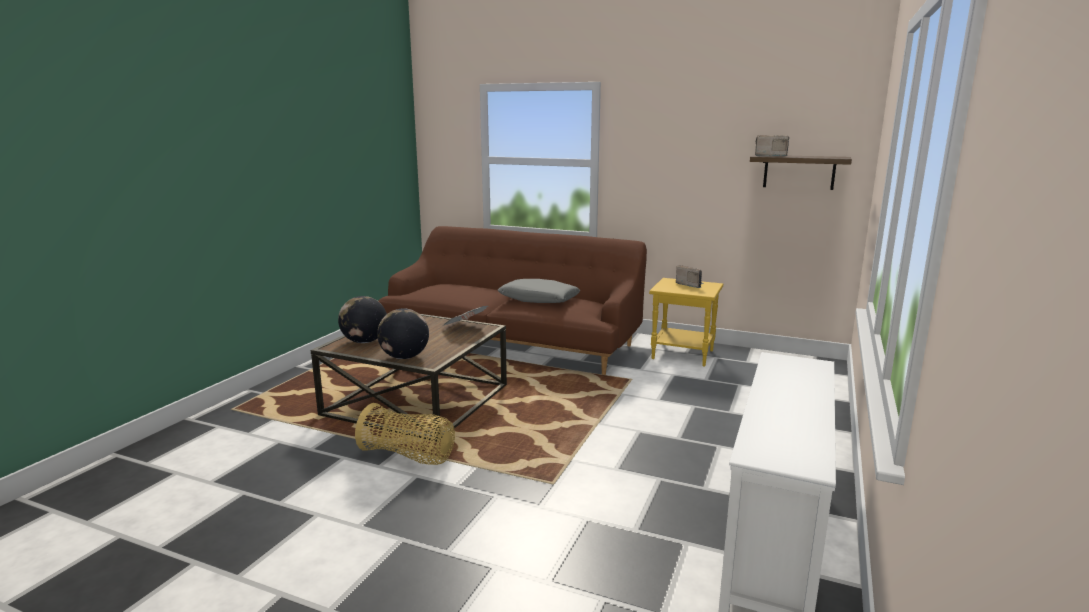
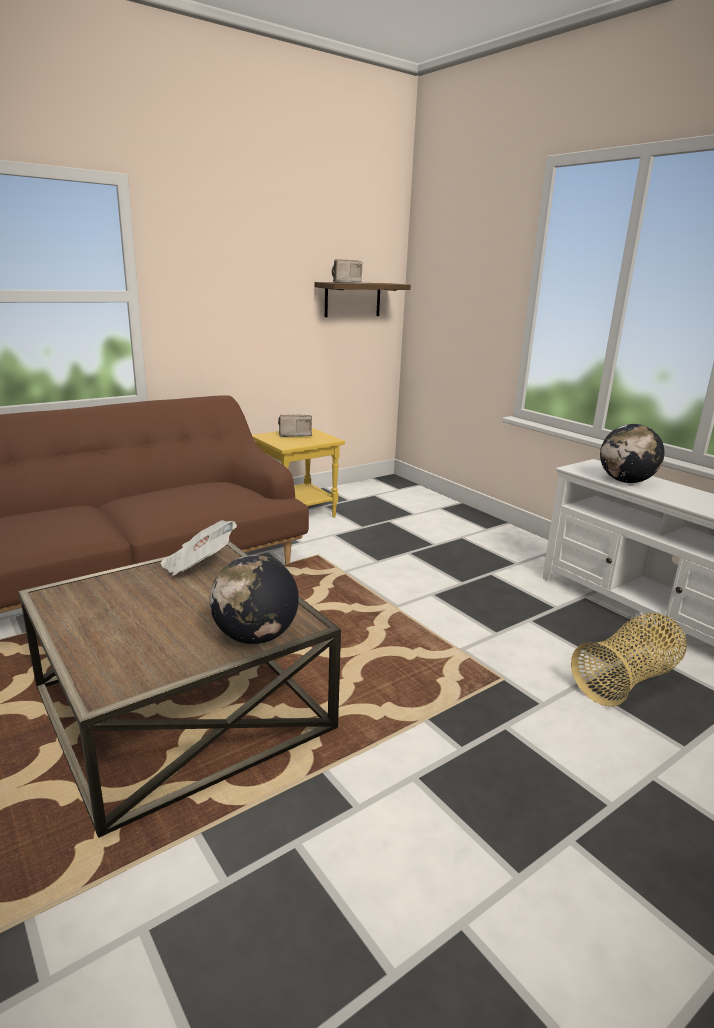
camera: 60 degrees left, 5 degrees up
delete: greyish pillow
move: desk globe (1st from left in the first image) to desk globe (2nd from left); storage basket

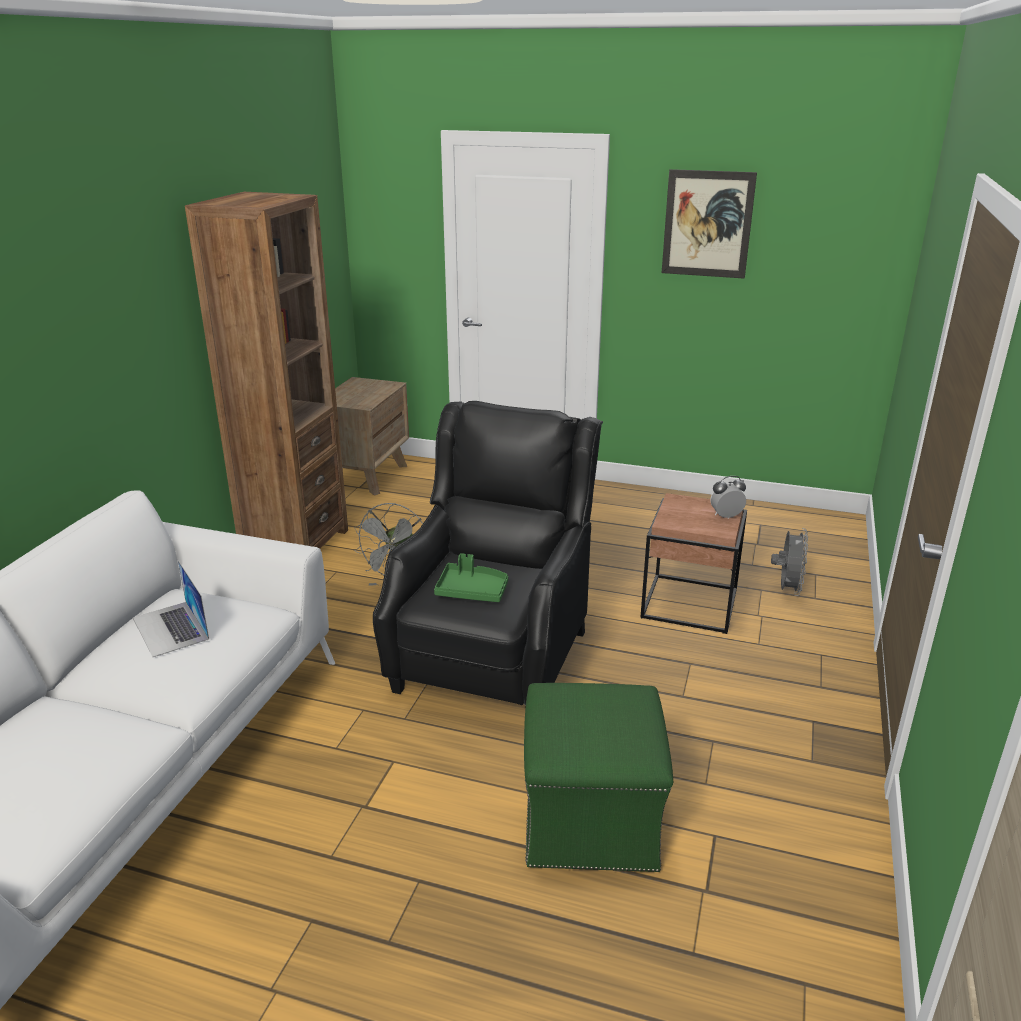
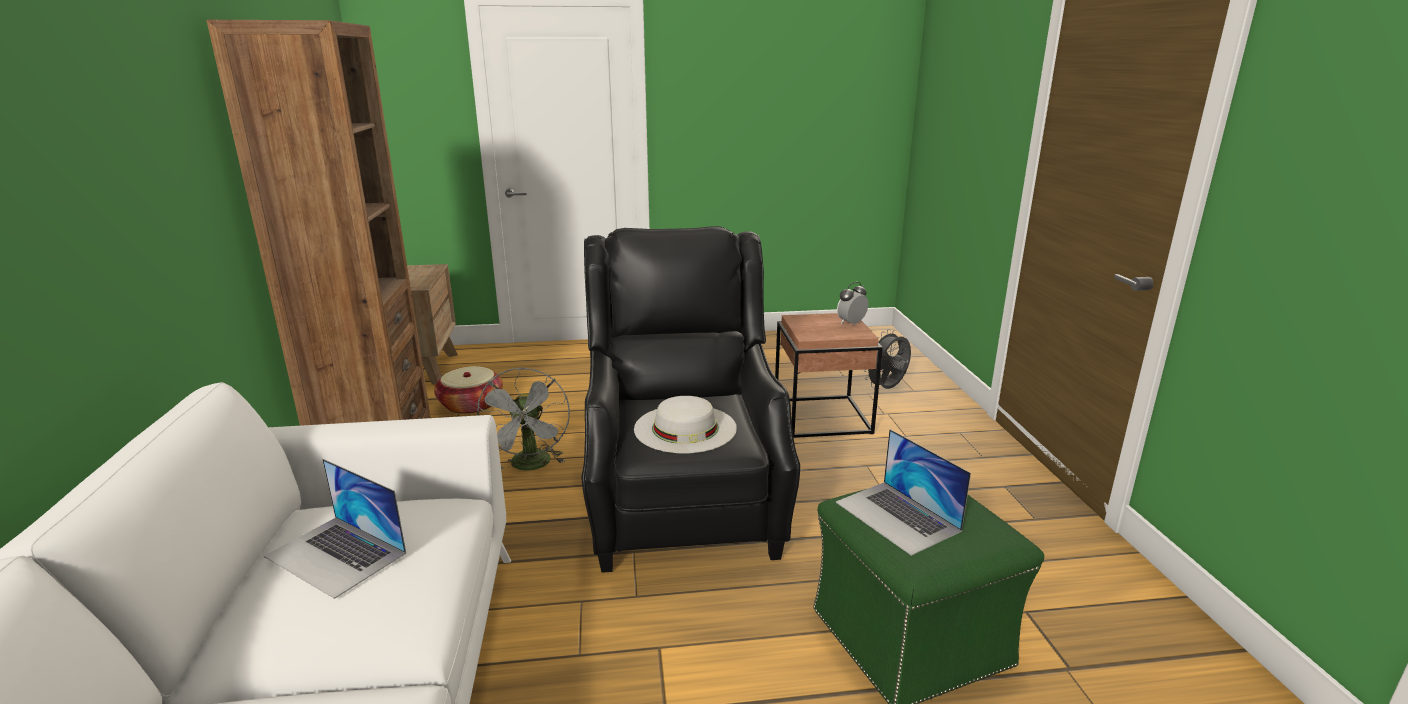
camera: 25 degrees left, 5 degrees down
delete: wall art
insert: storage basket; portable computer (2nd from left)
replace: green-coloured serving tray to white-coloured hat
rotate: greyish cooling fan (2nd from left) 120 degrees counterclockwise

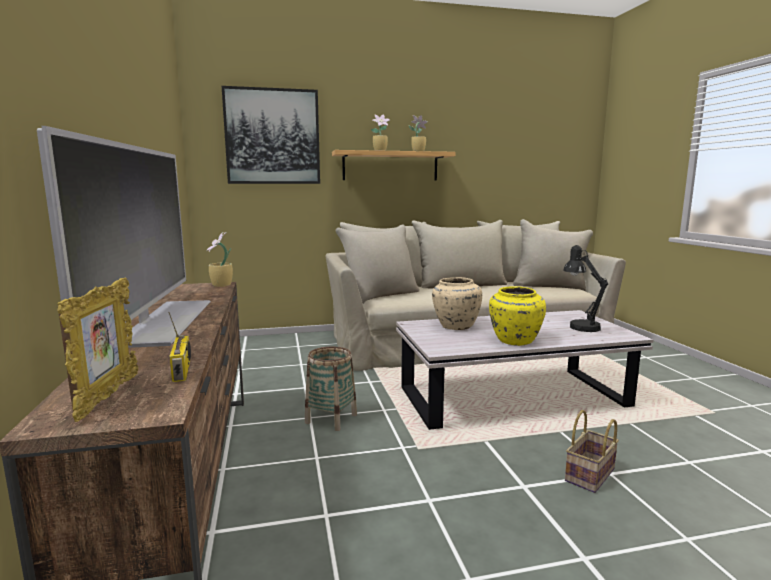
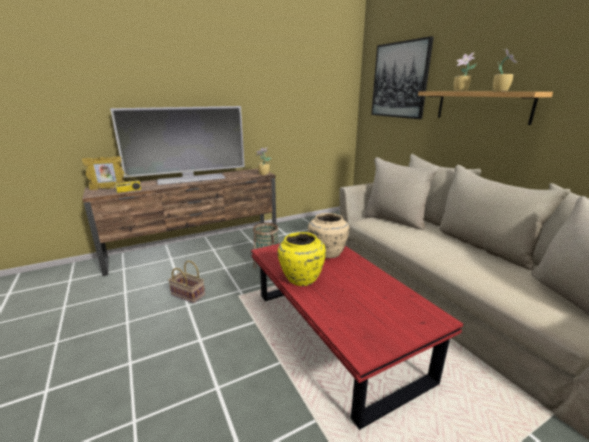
camera: 75 degrees right, 10 degrees up
delete: black-coloured lamp for a table
move: storage basket (2nd from left in the first image) to storage basket (1st from left)
recolor: white-coloured low table to red-coloured low table

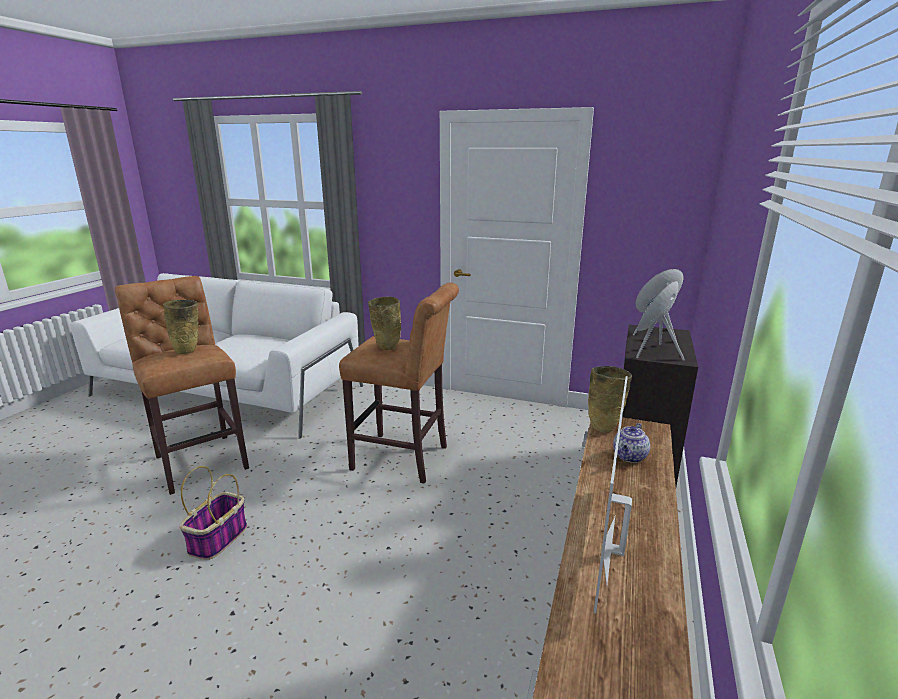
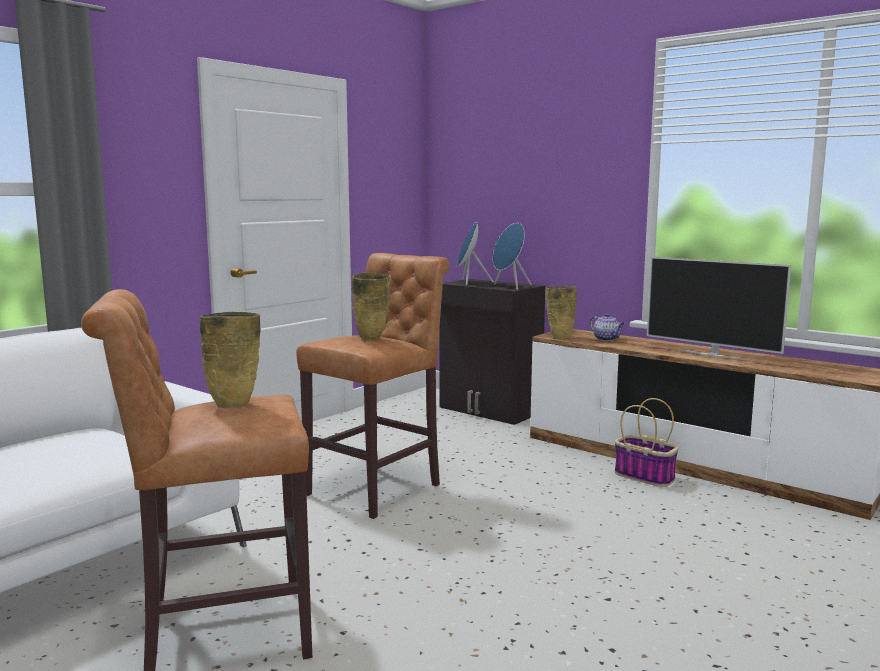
camera: 70 degrees left, 10 degrees down
move: storage basket

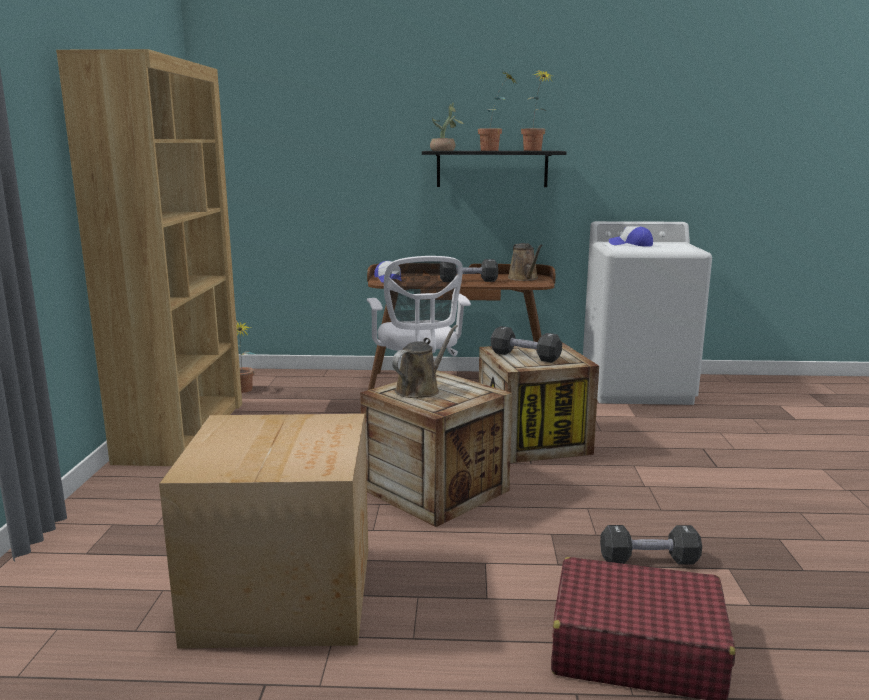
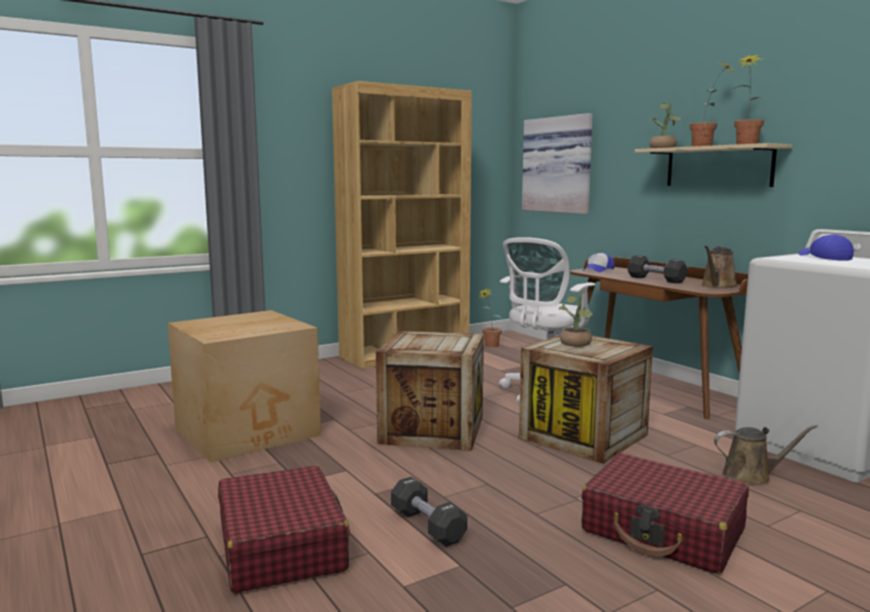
camera: 55 degrees right, 5 degrees down
insert: wall art; red-coloured piece of luggage (2nd from left)
move: brown watering can (1st from left in the first image) to brown watering can (2nd from left)
replace: black-coloured free weight (2nd from left) to potted plant (2nd from left)
recolor: black-coloured shelf to beige shelf

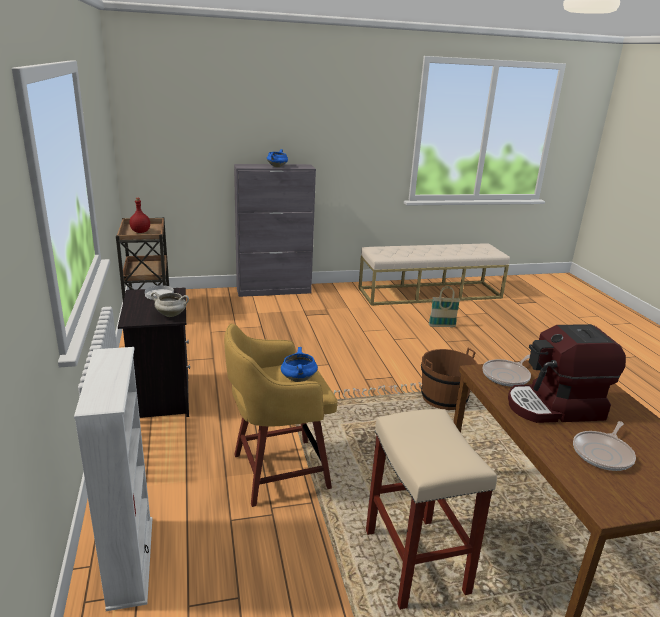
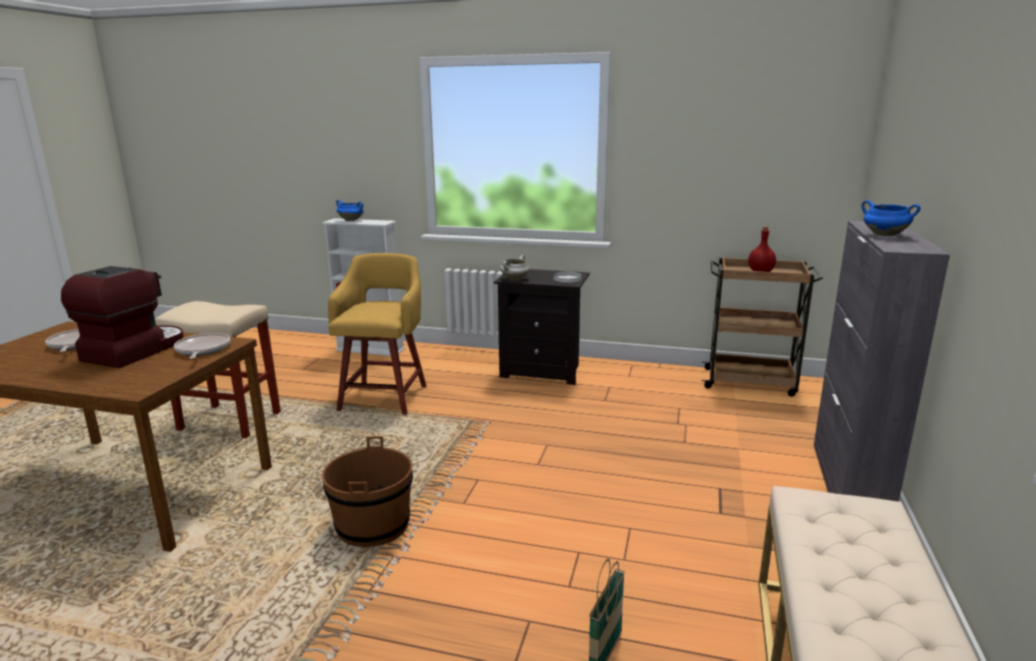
camera: 120 degrees right, 5 degrees down
move: blue-coloured saucepot (2nd from left in the first image) to blue-coloured saucepot (1st from left)

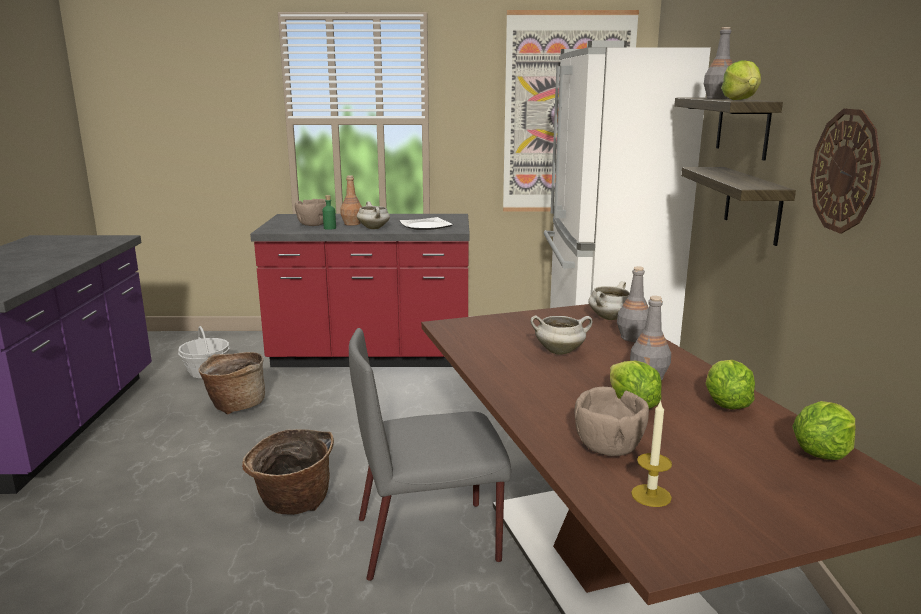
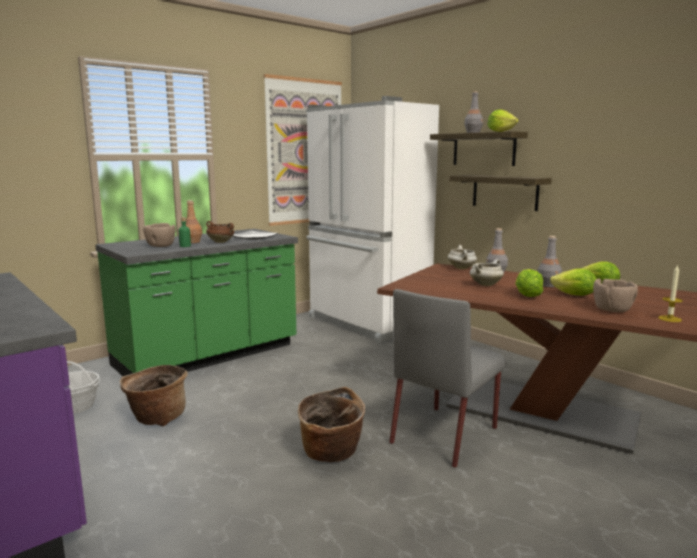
camera: 40 degrees left, 5 degrees down
delete: hanging clock
move: lettuce (4th from left in the first image) to lettuce (2nd from left)
recolor: red-coloured kitchen counter to green-coloured kitchen counter; white-coloured saucepot (1st from left) to brown saucepot

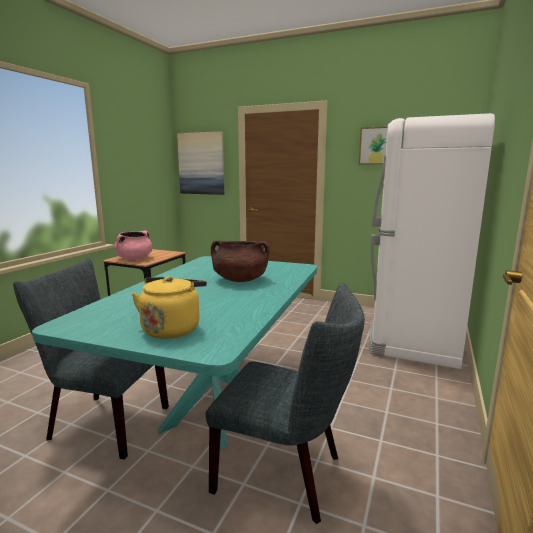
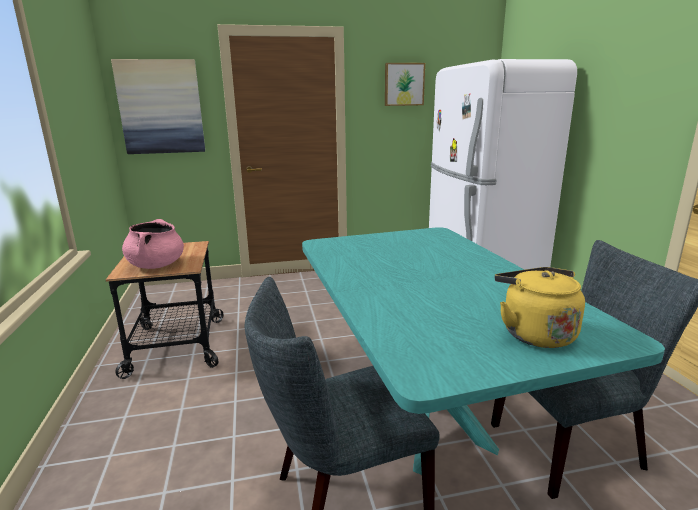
camera: 35 degrees left, 5 degrees up
delete: brown saucepot

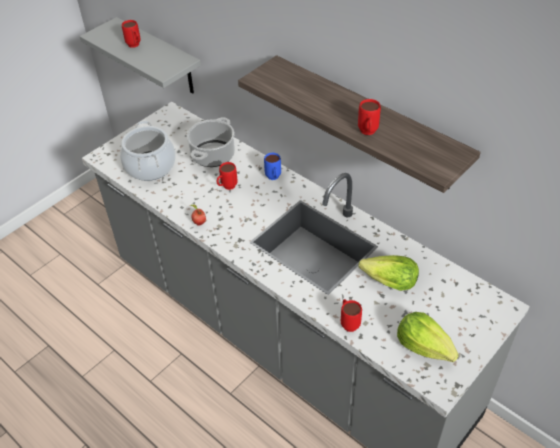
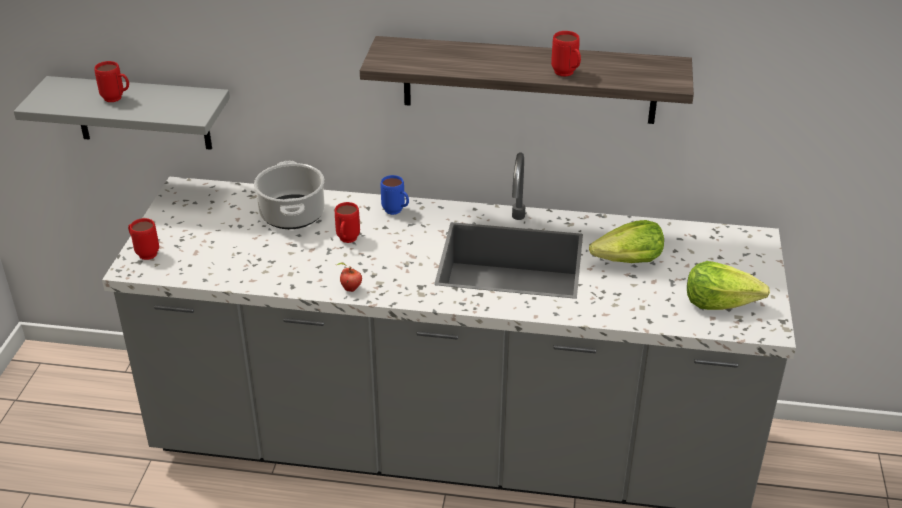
camera: 35 degrees left, 10 degrees down
delete: saucepot (1st from left)
move: red-coloured mug (3rd from left in the first image) to red-coloured mug (2nd from left)

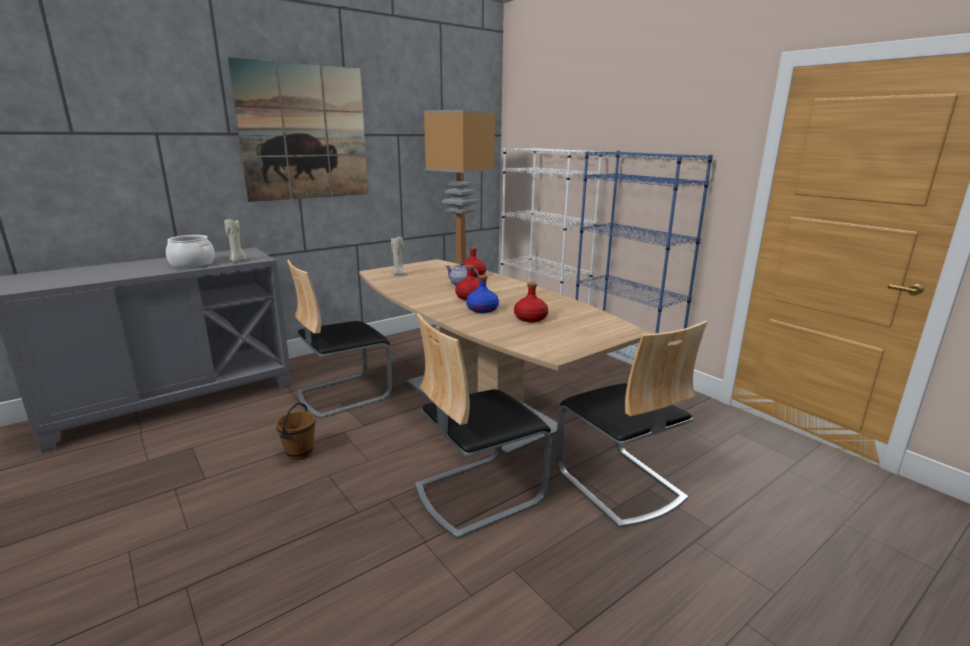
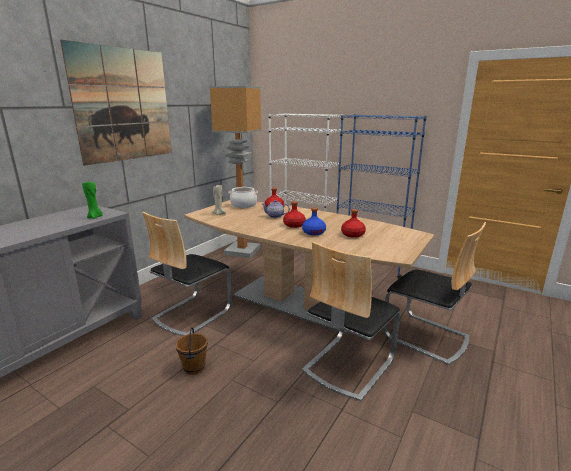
camera: 20 degrees left, 0 degrees up
move: saucepot
recolor: beige wax light (1st from left) to green-coloured wax light

